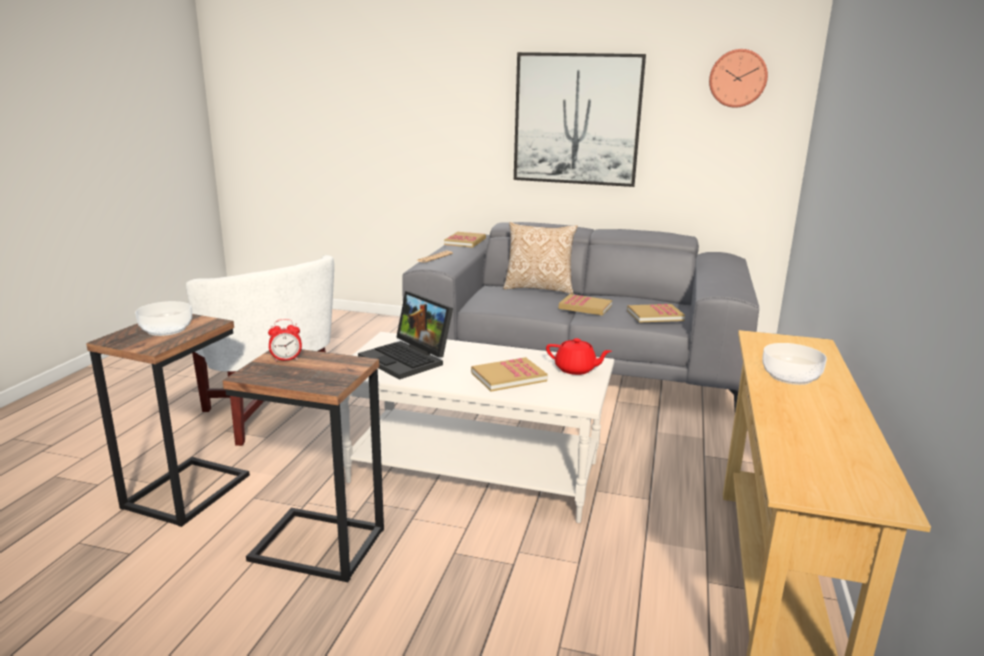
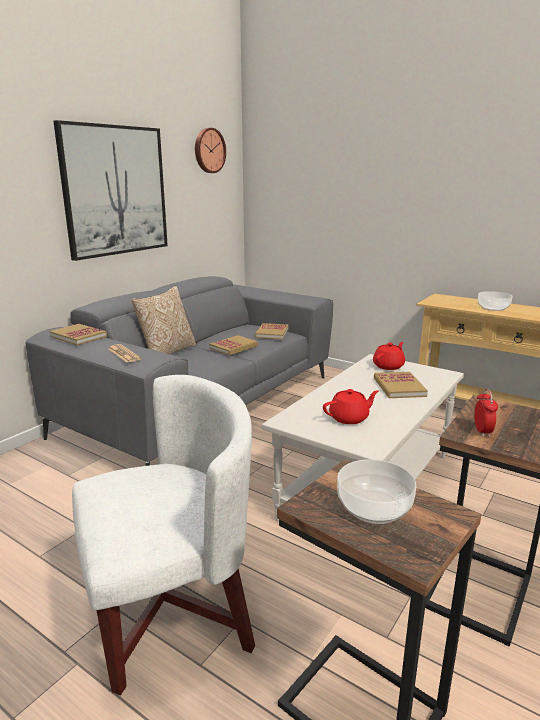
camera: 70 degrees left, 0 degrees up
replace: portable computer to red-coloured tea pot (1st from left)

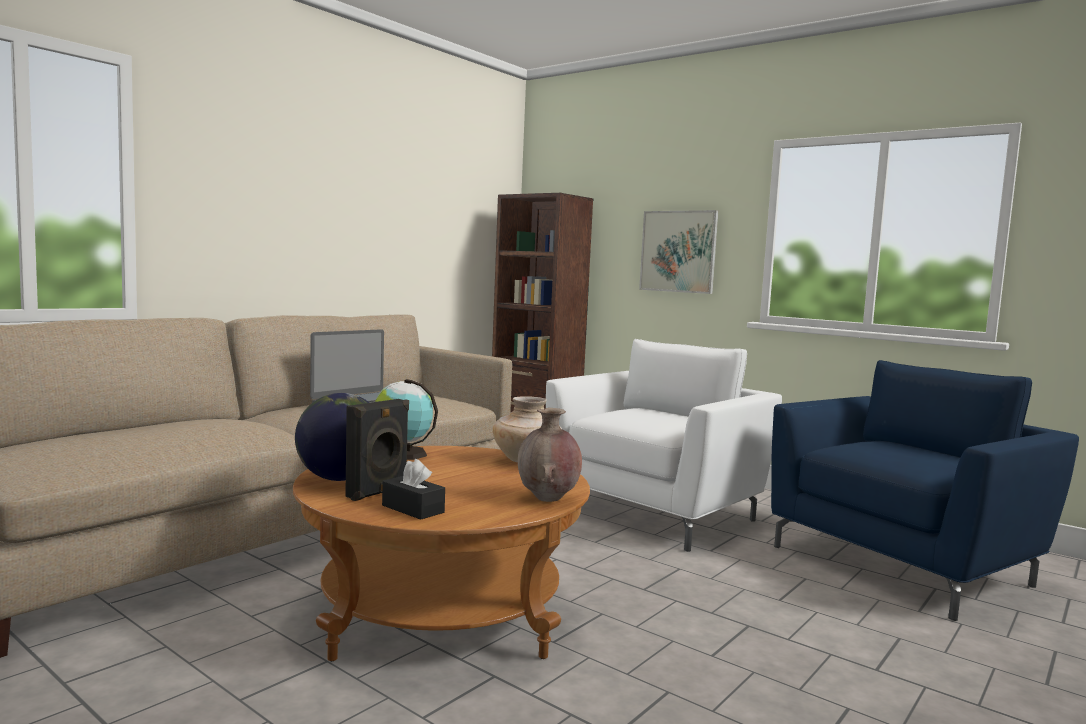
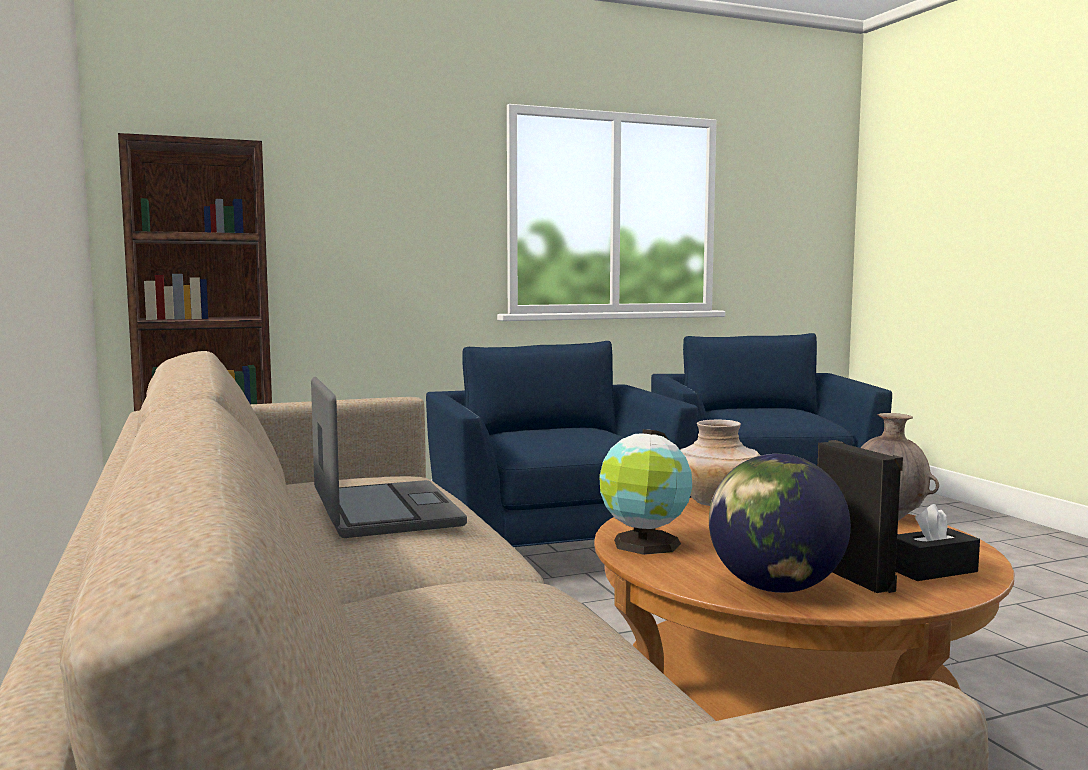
camera: 60 degrees left, 0 degrees up
delete: wall art
recolor: white-coloured easy chair to blue-coloured easy chair (1st from left)

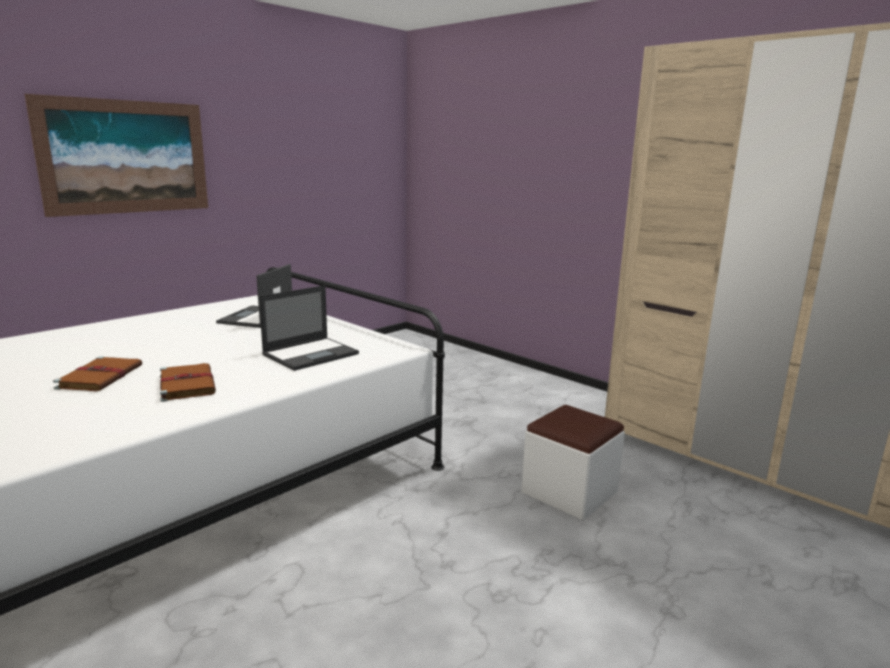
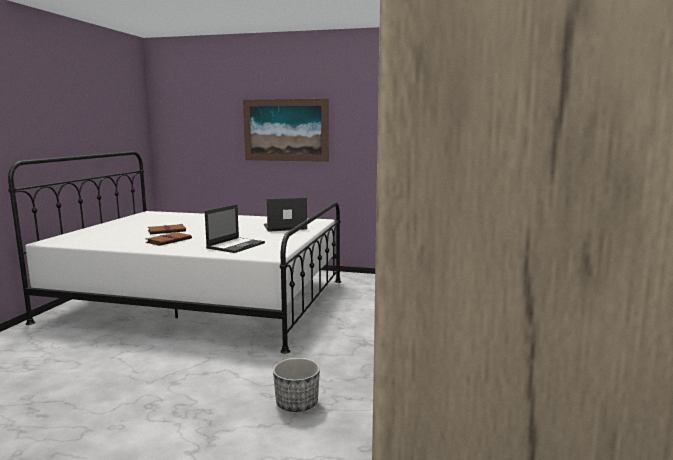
camera: 60 degrees right, 5 degrees down
replace: white-coloured pouffe to plant pot
rotate: portable computer (2nd from left in the first image) 75 degrees counterclockwise

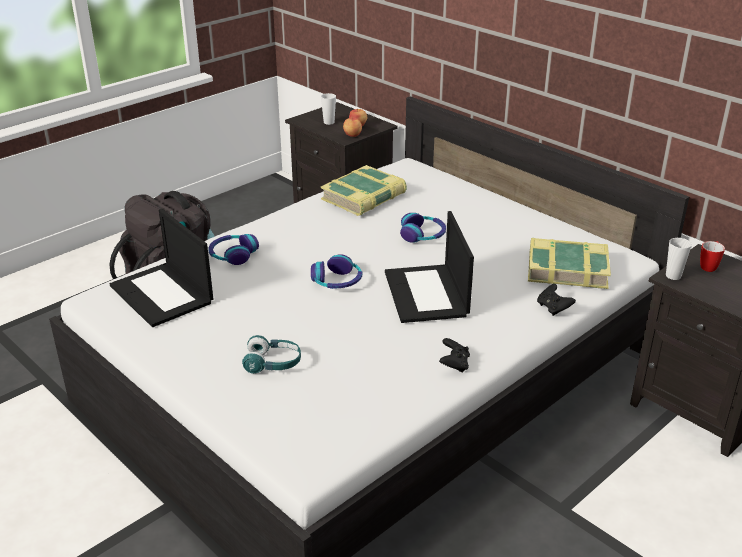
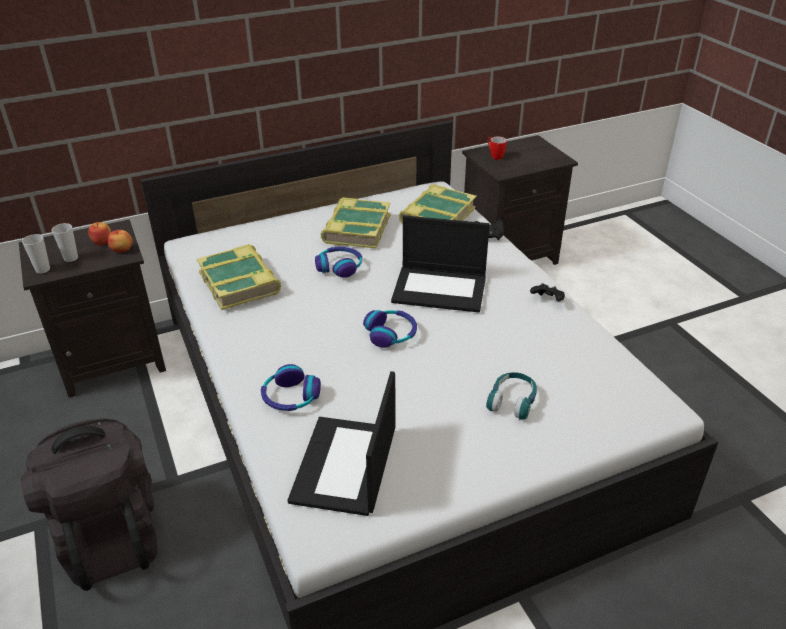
camera: 70 degrees left, 5 degrees up
insert: book (2nd from left)
move: small cup (2nd from left in the first image) to small cup (1st from left)
rotate: portable computer (1st from left) 120 degrees clockwise

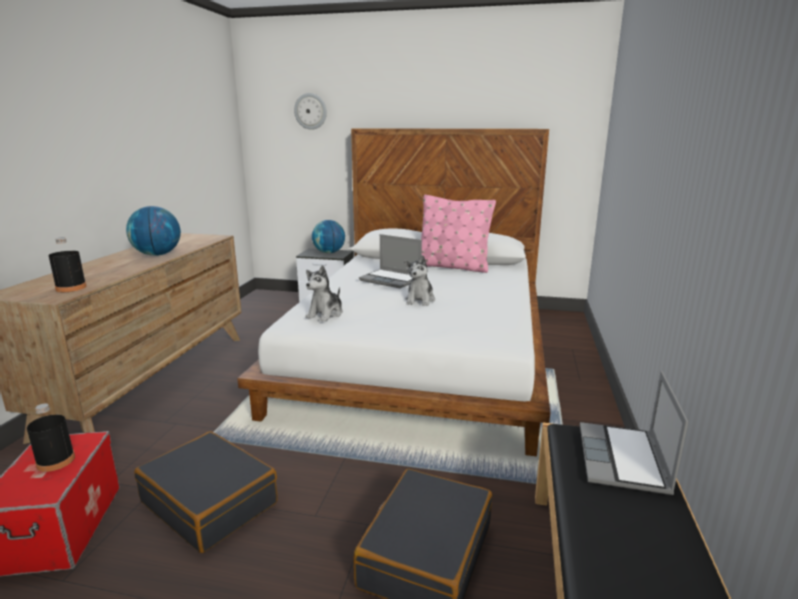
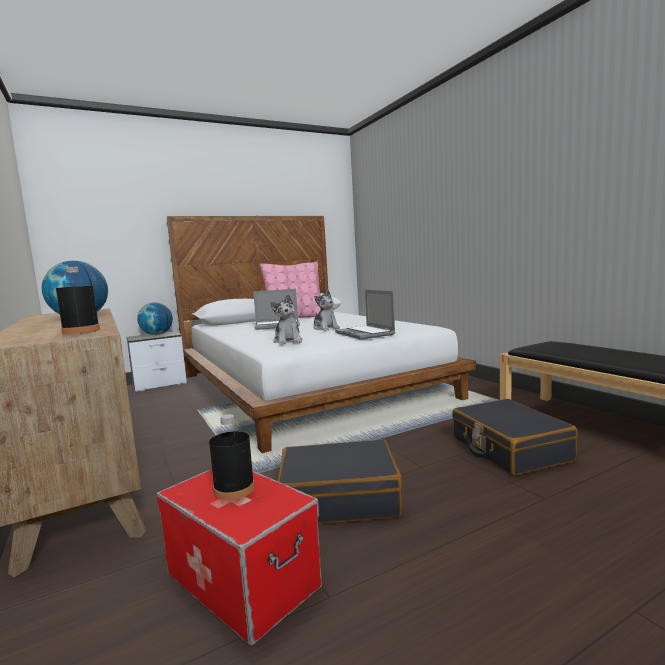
camera: 40 degrees left, 10 degrees down
delete: hanging clock
move: portable computer (2nd from left)

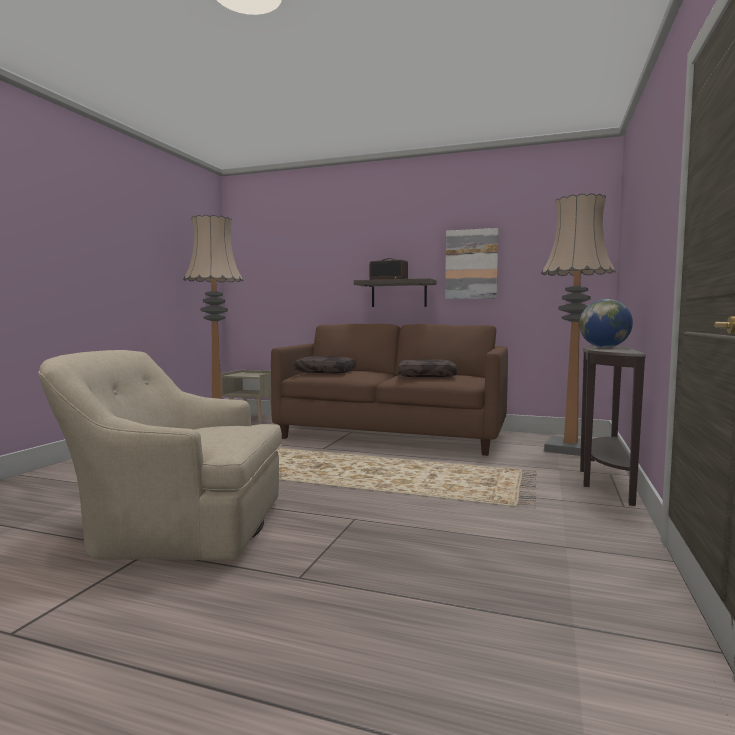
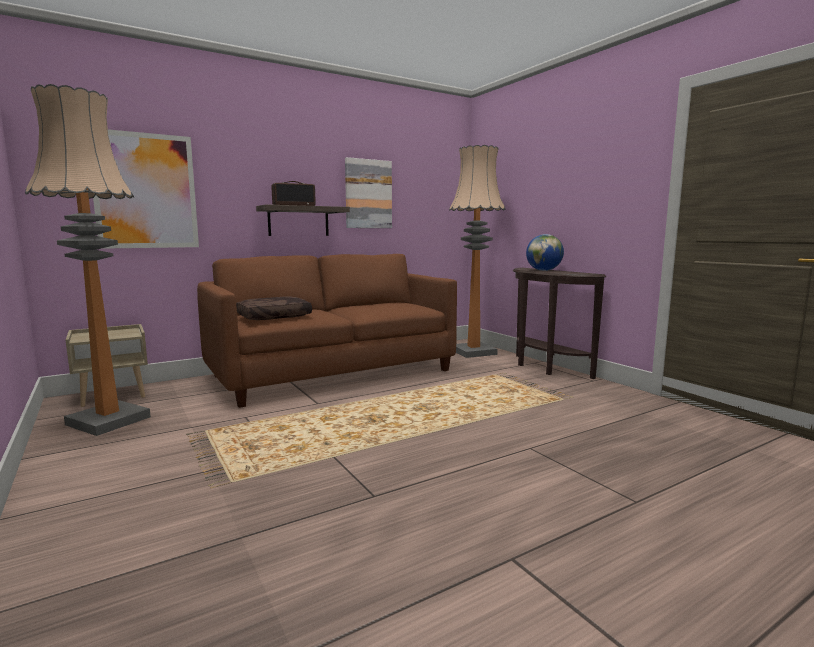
camera: 50 degrees left, 5 degrees up
delete: beige easy chair; brown pillow (2nd from left)
insert: wall art (1st from left)

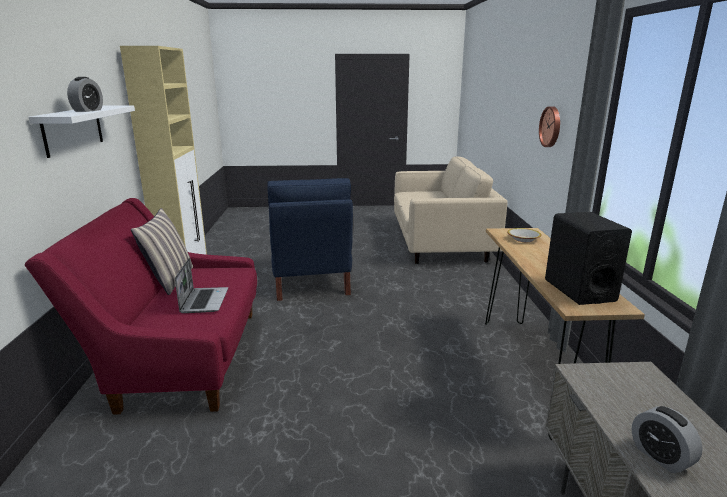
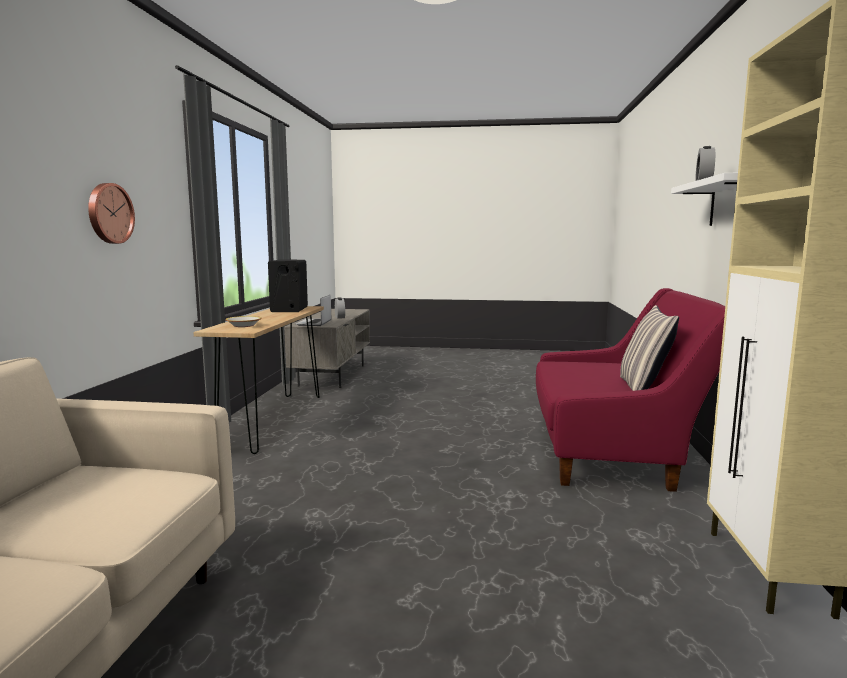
camera: 170 degrees left, 10 degrees down
delete: blue-coloured easy chair
move: portable computer

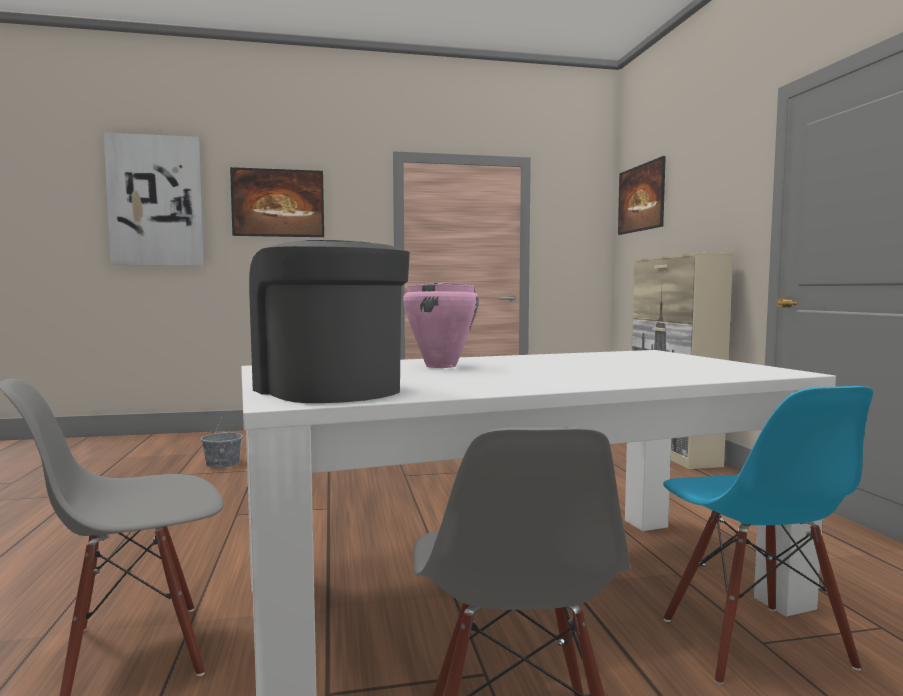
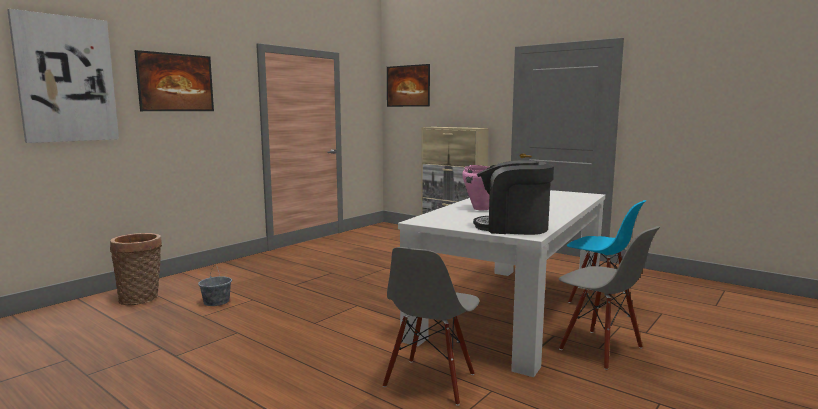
camera: 40 degrees left, 5 degrees up
insert: storage basket

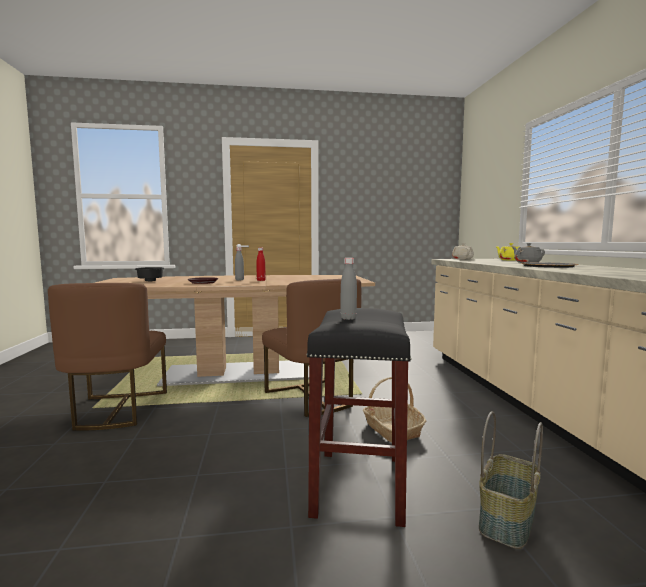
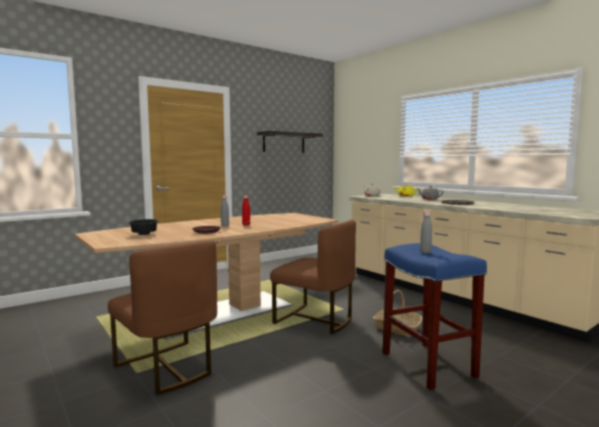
camera: 30 degrees left, 0 degrees up
delete: storage basket (2nd from left)
insert: shelf
recolor: black-coloured stool seat to blue-coloured stool seat

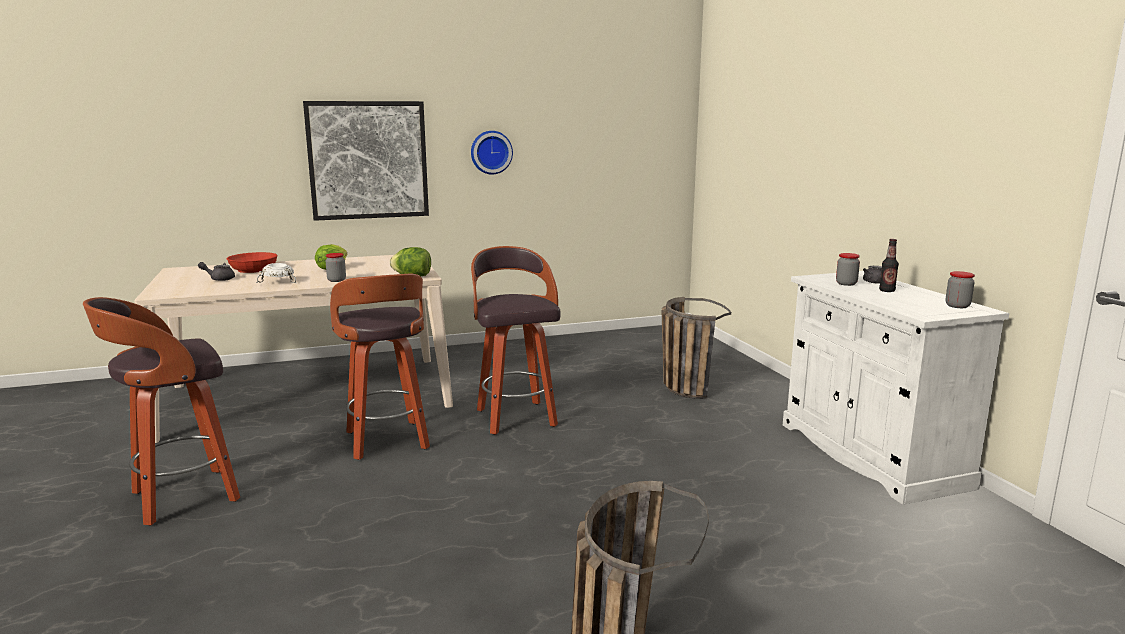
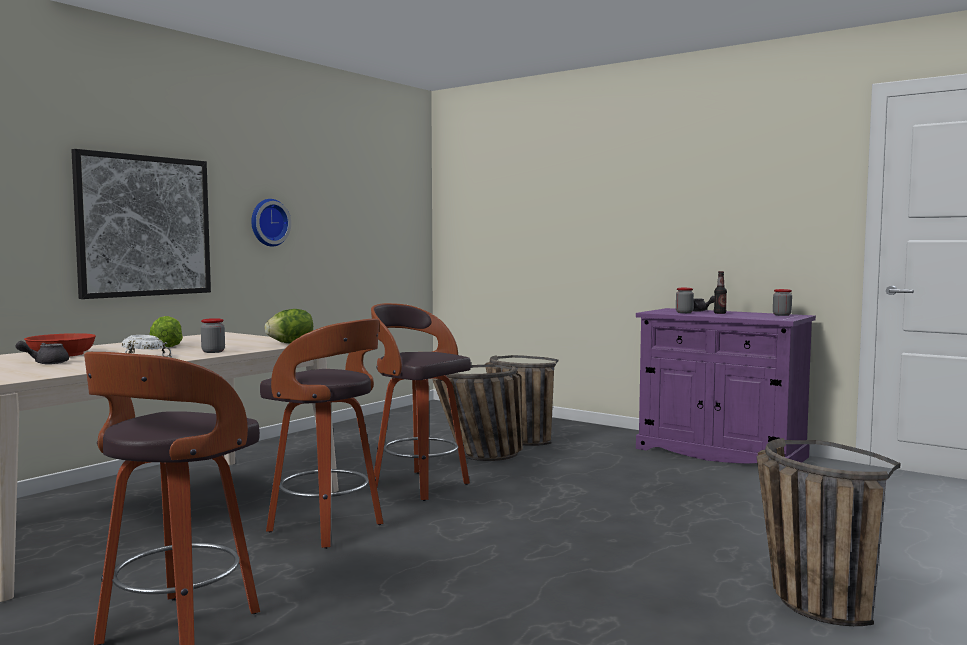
camera: 35 degrees left, 10 degrees down
insert: storage basket (1st from left)
recolor: white-coloured storage cabinet to purplish storage cabinet

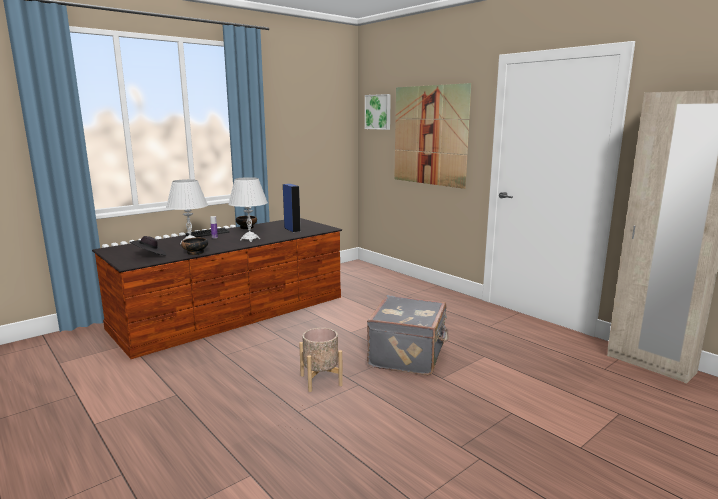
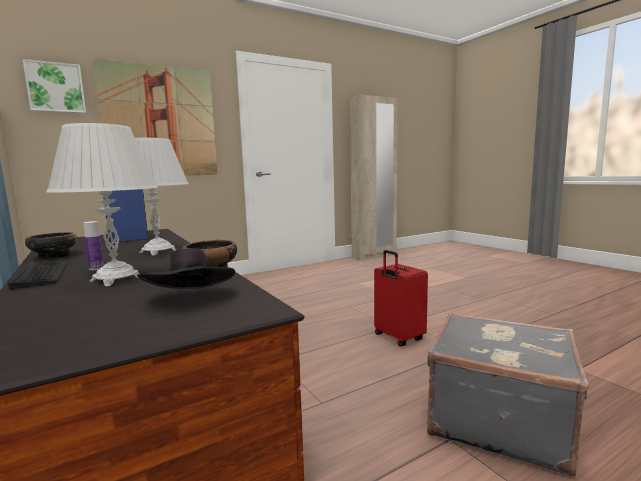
camera: 80 degrees left, 5 degrees down
move: greyish piece of luggage
replace: beige plant pot to red-coloured piece of luggage

